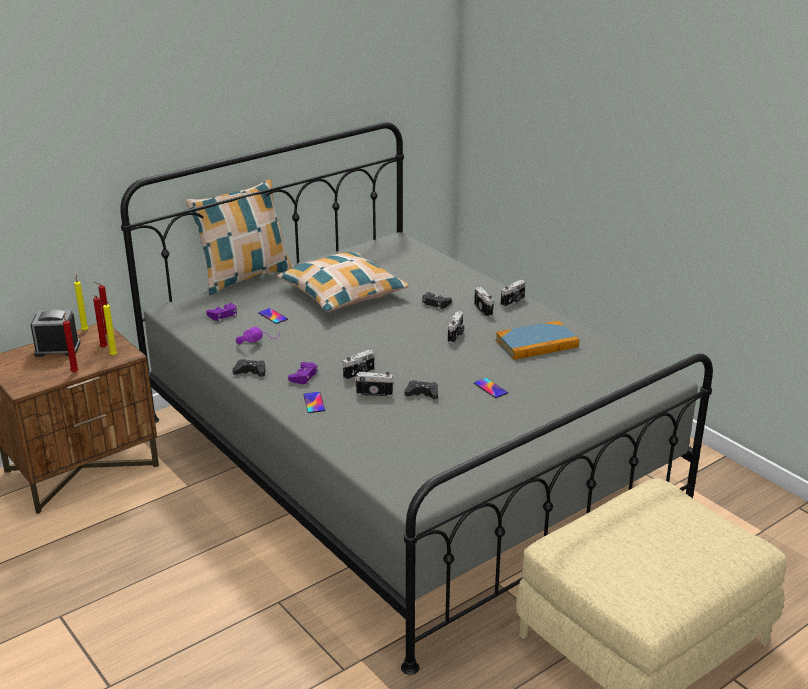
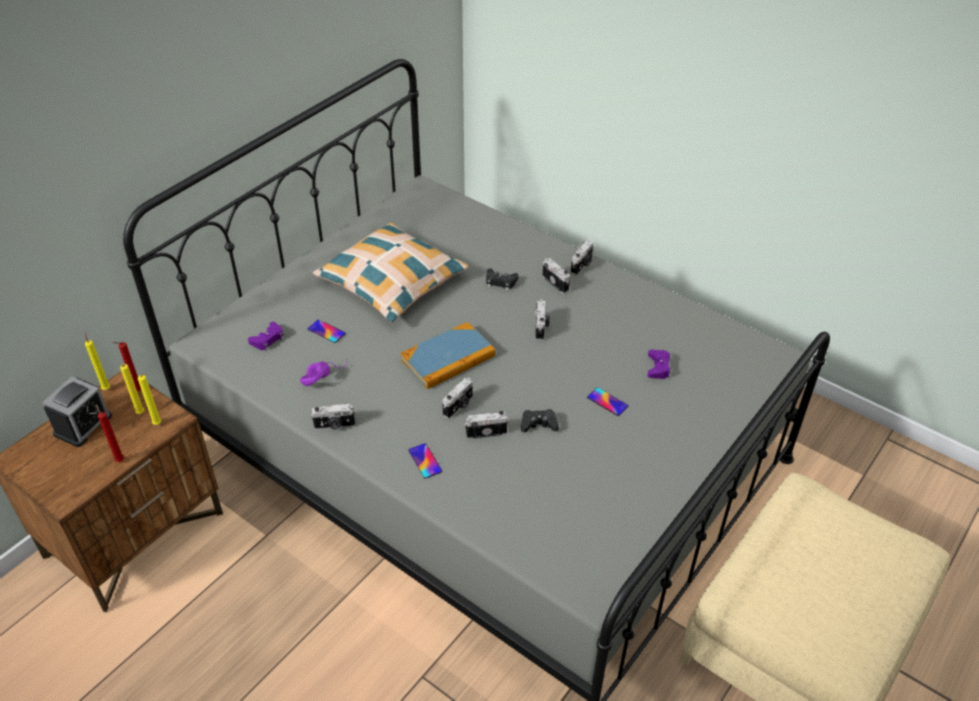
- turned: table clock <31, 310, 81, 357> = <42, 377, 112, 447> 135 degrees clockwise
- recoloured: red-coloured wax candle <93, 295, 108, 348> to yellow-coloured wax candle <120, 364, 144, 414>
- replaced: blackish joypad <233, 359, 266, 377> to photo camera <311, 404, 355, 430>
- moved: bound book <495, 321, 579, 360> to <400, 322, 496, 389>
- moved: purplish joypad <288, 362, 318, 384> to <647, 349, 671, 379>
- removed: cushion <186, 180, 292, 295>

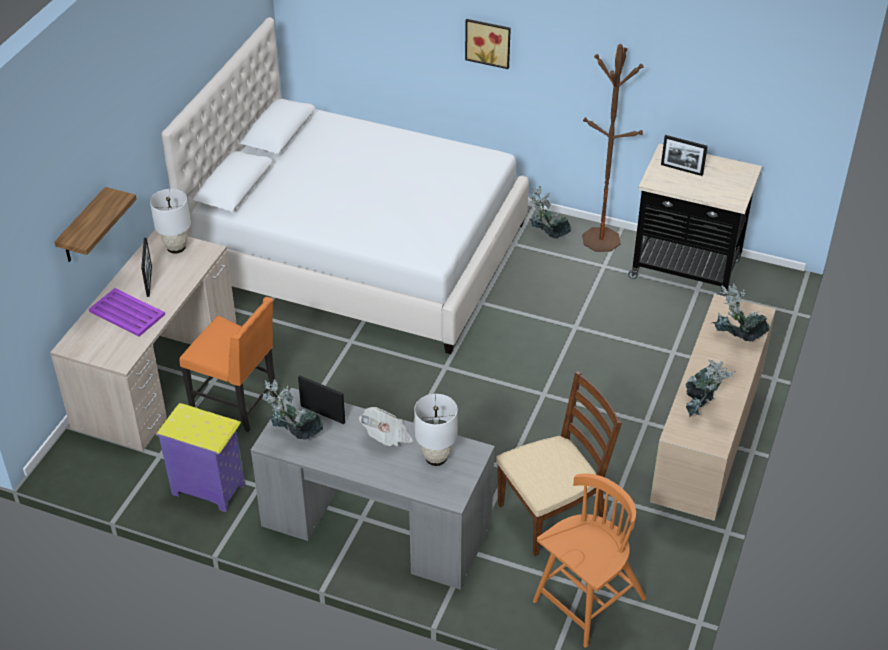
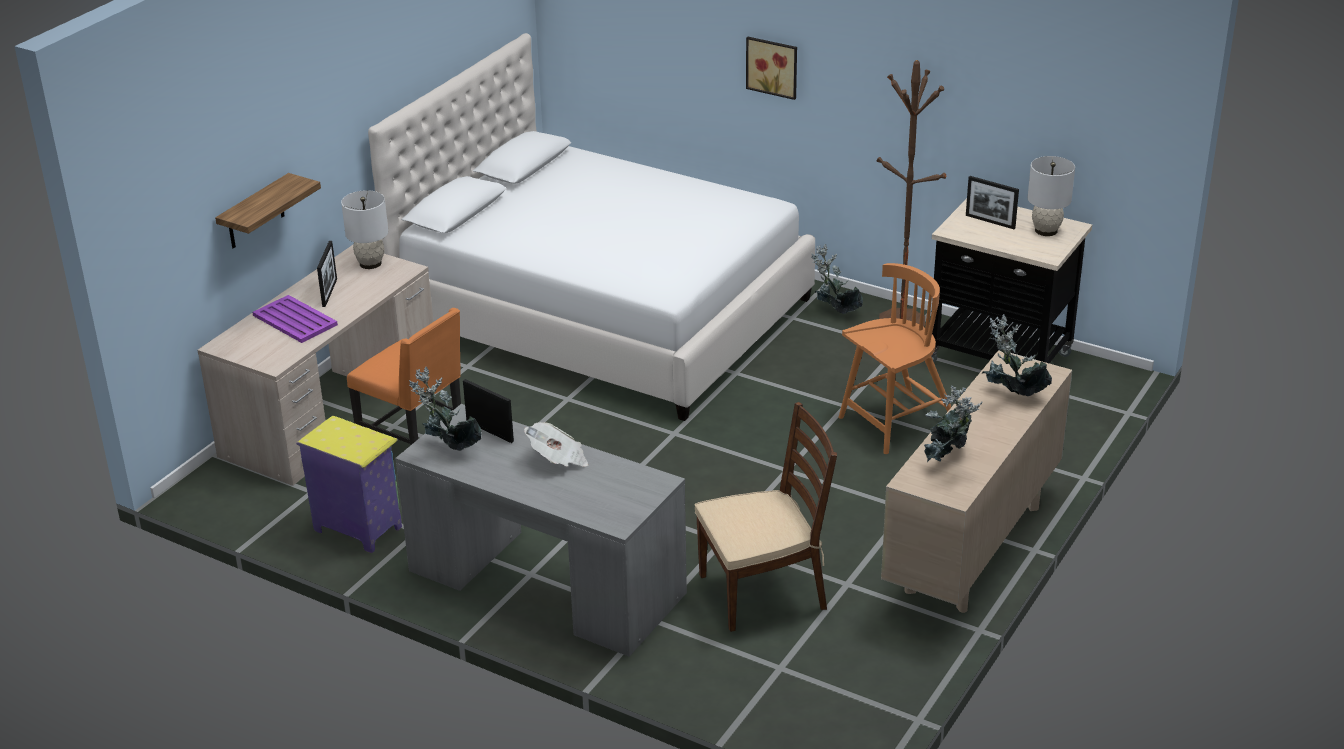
- moved: orange chair <533, 474, 646, 648> to <838, 263, 951, 454>
- moved: white lamp for a table <414, 394, 458, 466> to <1028, 156, 1075, 236>

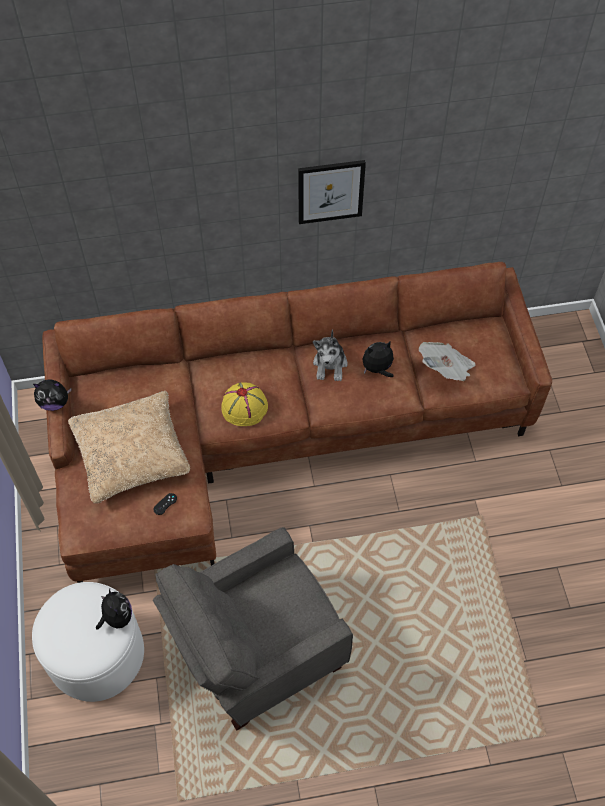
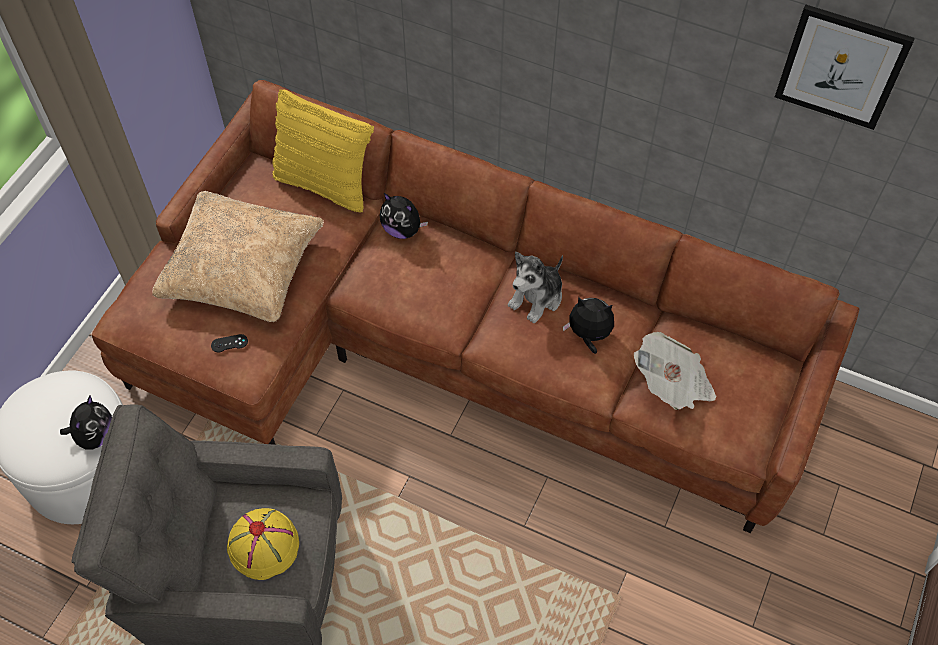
- moved: yellow-coloured clothing hat <221, 382, 268, 426> to <227, 508, 299, 580>
- added: yellow-coloured cushion <272, 89, 374, 213>
- moved: plush toy <33, 379, 71, 411> to <380, 193, 428, 239>
- moved: picture <298, 160, 366, 224> to <775, 4, 915, 130>

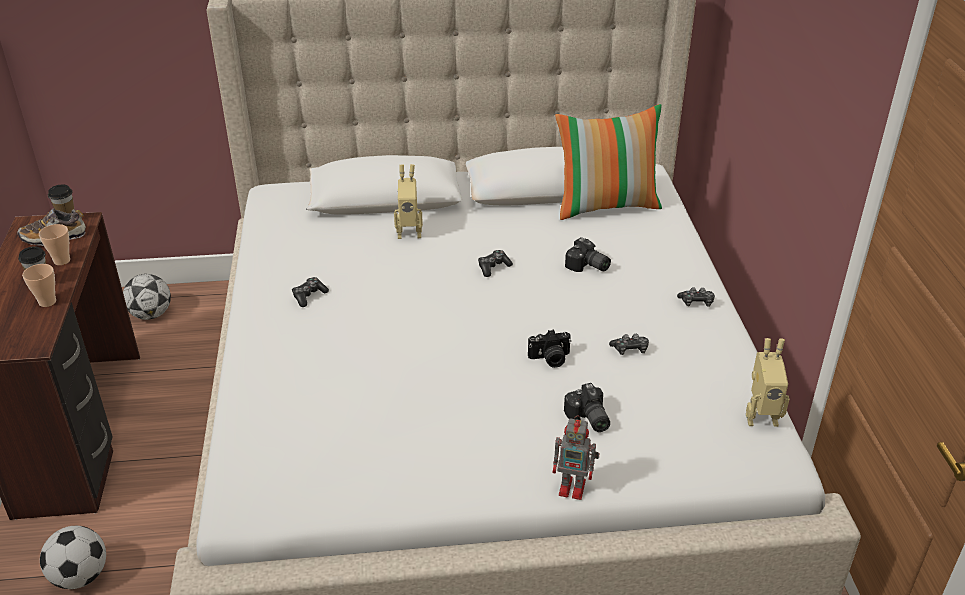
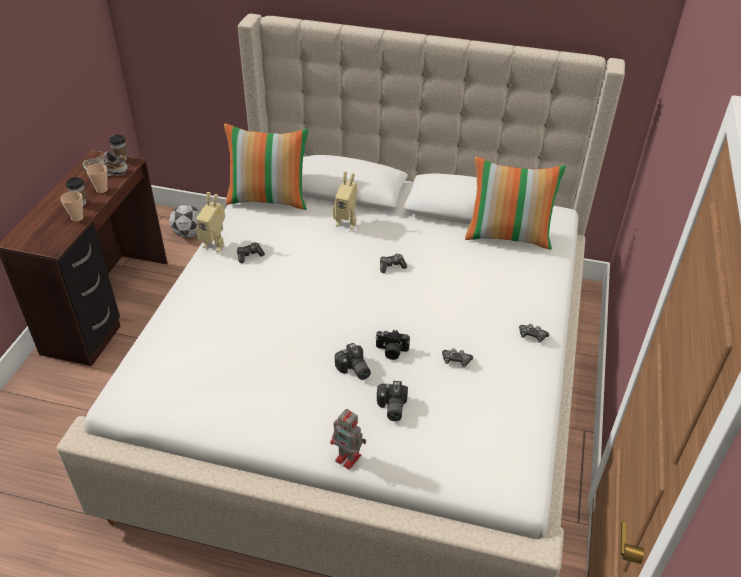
- moved: robot figure <746, 338, 789, 427> to <196, 192, 225, 252>
- added: cushion <224, 124, 309, 210>
- moved: photo camera <565, 237, 611, 272> to <335, 343, 371, 380>
- removed: ball for football <40, 526, 106, 589>

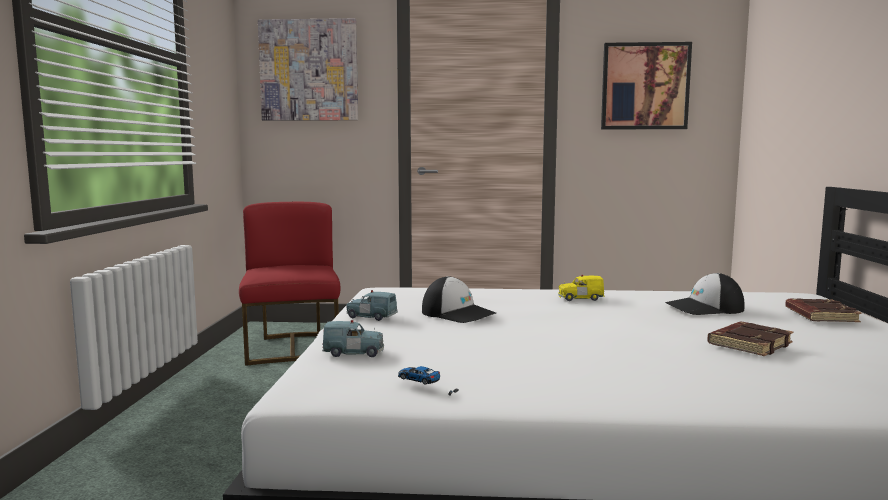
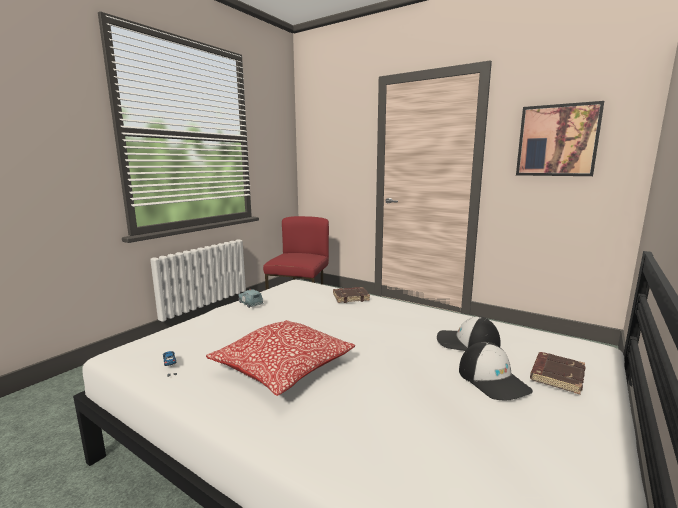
- added: cushion <206, 320, 355, 396>
- moved: brown bound book <707, 322, 793, 356> to <333, 287, 370, 303>
- moved: baseball cap <422, 276, 496, 323> to <459, 342, 533, 400>
- removed: picture <258, 18, 358, 121>
- removed: blue-coloured miniature car <322, 320, 384, 357>
- removed: yellow-coloured miniature car <558, 274, 605, 301>

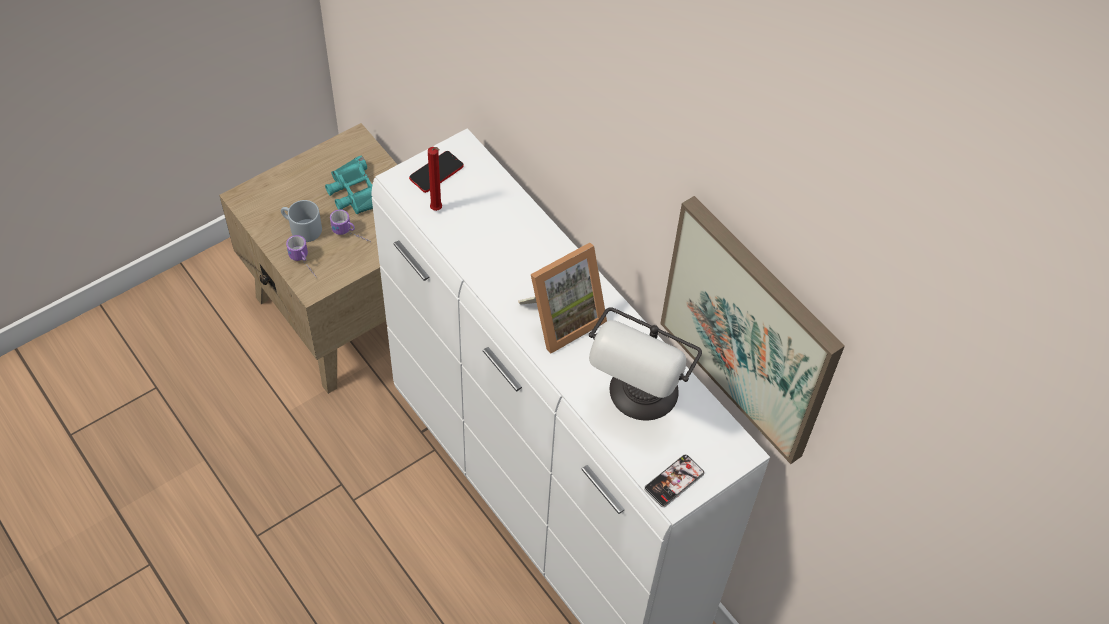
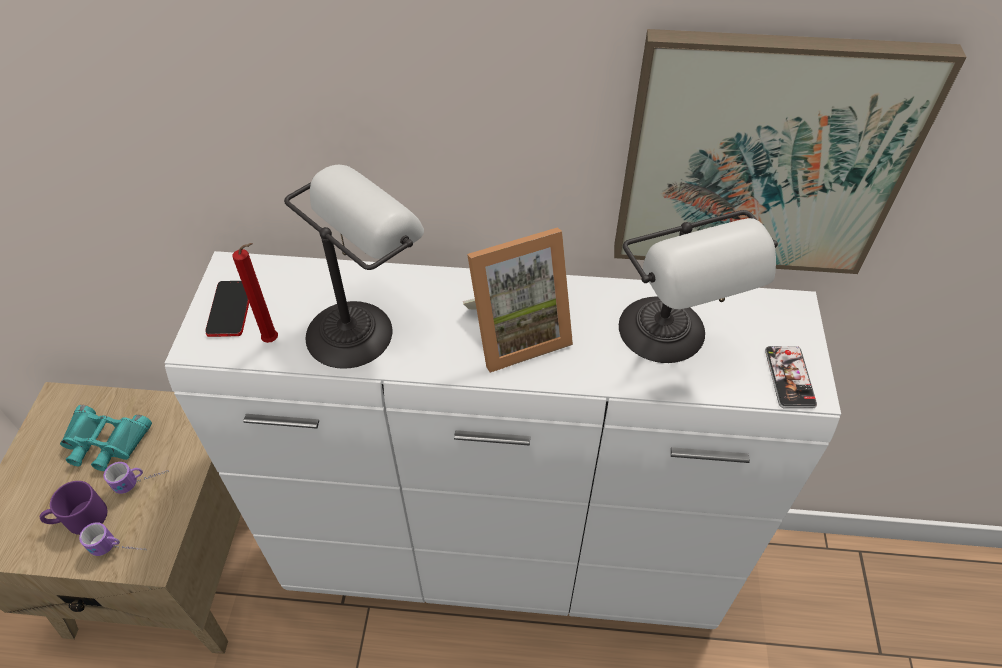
- recoloured: grey tea mug <281, 200, 322, 242> to purplish tea mug <40, 481, 107, 535>
- added: lamp for a table <284, 165, 424, 369>
- turned: picture frame <518, 243, 607, 353> = <463, 227, 573, 373> 60 degrees clockwise

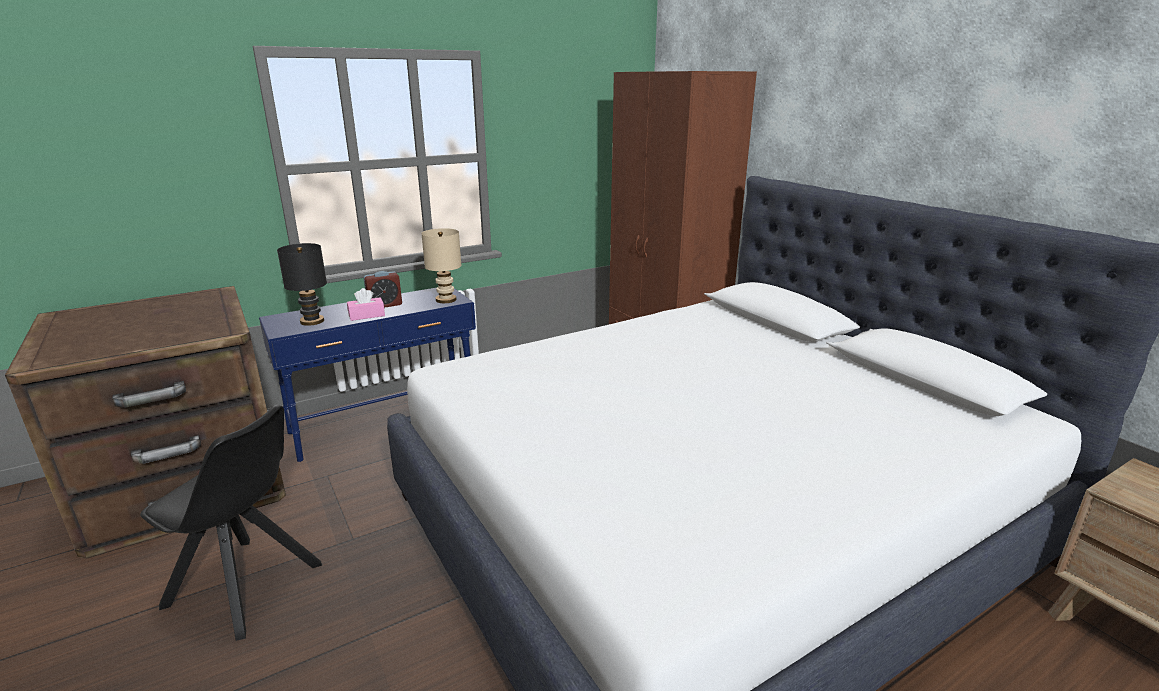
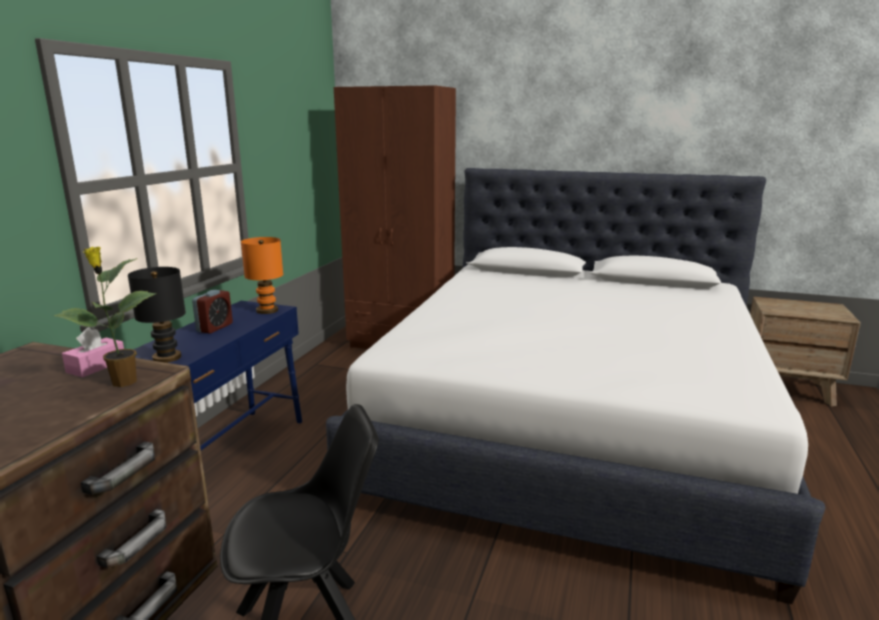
- added: plant in a pot <53, 247, 156, 387>
- moved: pinkish tissue box <347, 288, 385, 321> to <62, 327, 124, 377>
- recoloured: beige-coloured lamp for a table <421, 228, 461, 303> to orange lamp for a table <241, 237, 283, 314>

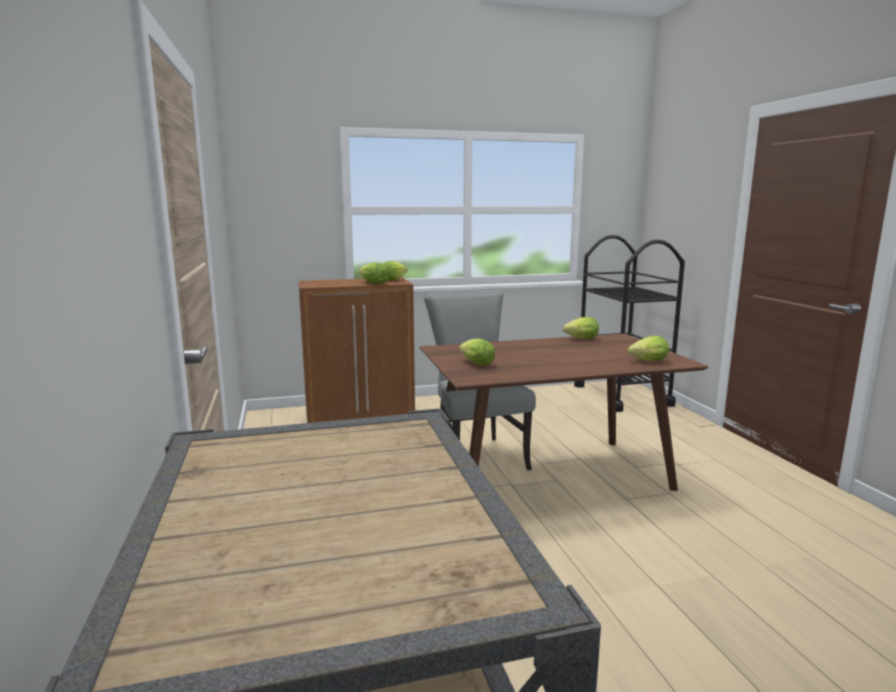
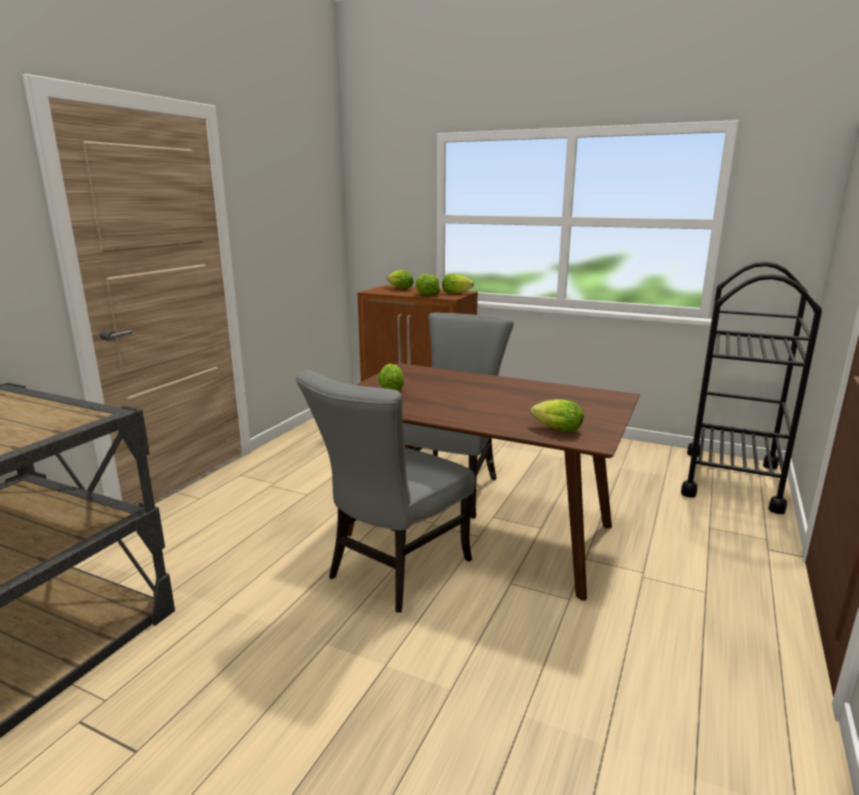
- added: grey chair <295, 370, 476, 612>
- moved: lettuce <563, 317, 599, 339> to <387, 270, 413, 289>

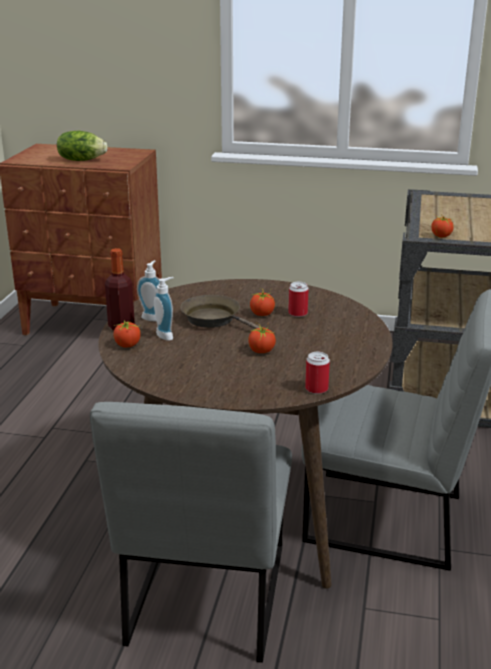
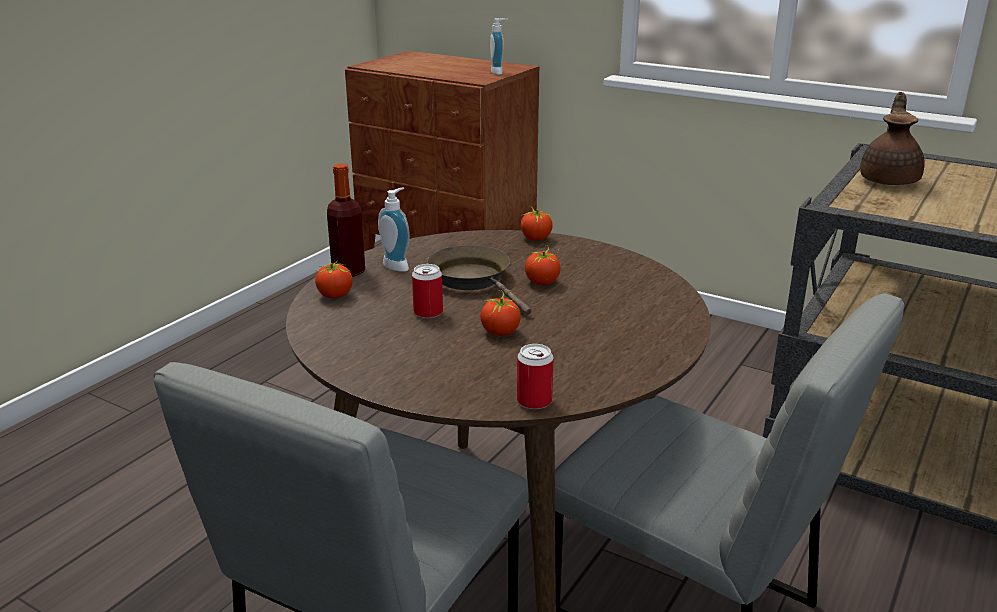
- moved: sealed can <288, 282, 309, 317> to <412, 264, 443, 318>
- moved: liquid soap bottle <154, 277, 174, 341> to <490, 18, 508, 75>
- moved: tomato <431, 215, 454, 238> to <520, 206, 553, 240>
- added: brown teapot <860, 92, 925, 185>
- removed: lettuce <57, 131, 108, 161>

